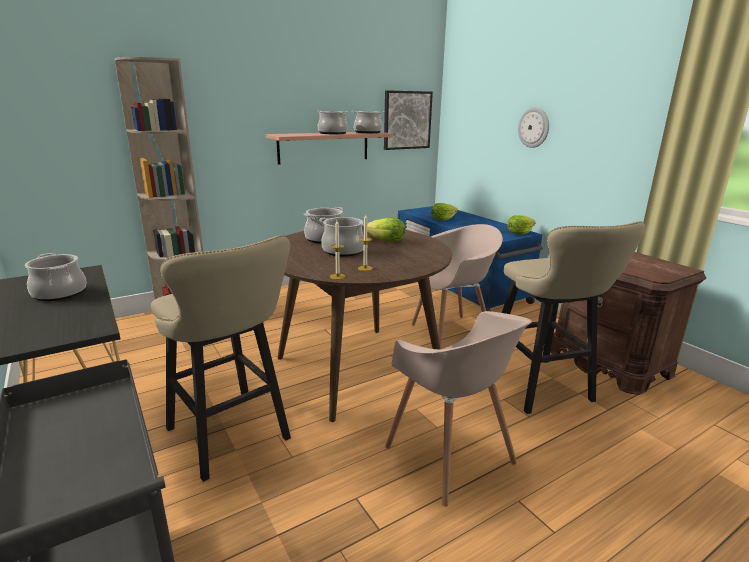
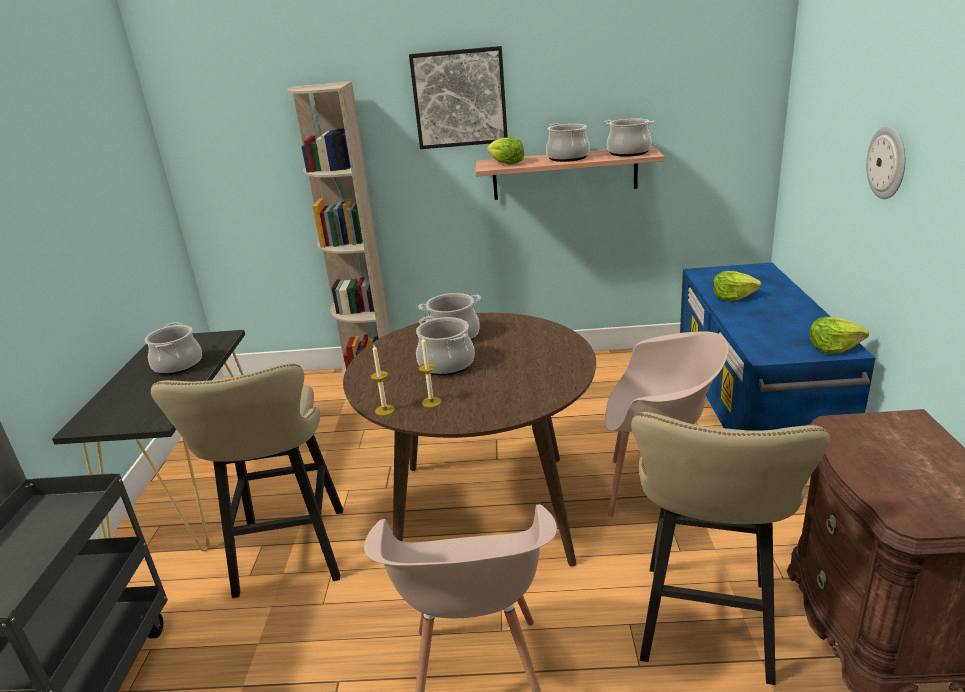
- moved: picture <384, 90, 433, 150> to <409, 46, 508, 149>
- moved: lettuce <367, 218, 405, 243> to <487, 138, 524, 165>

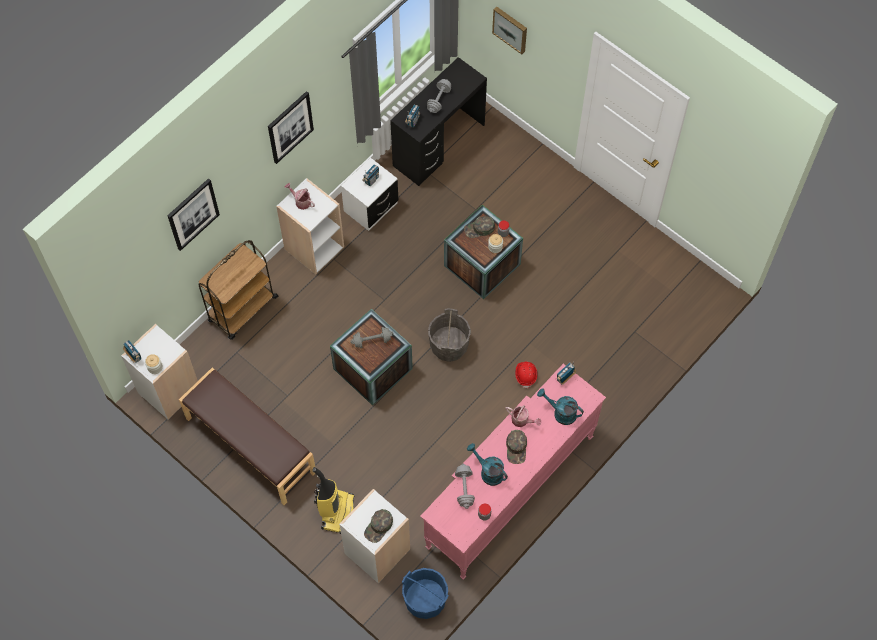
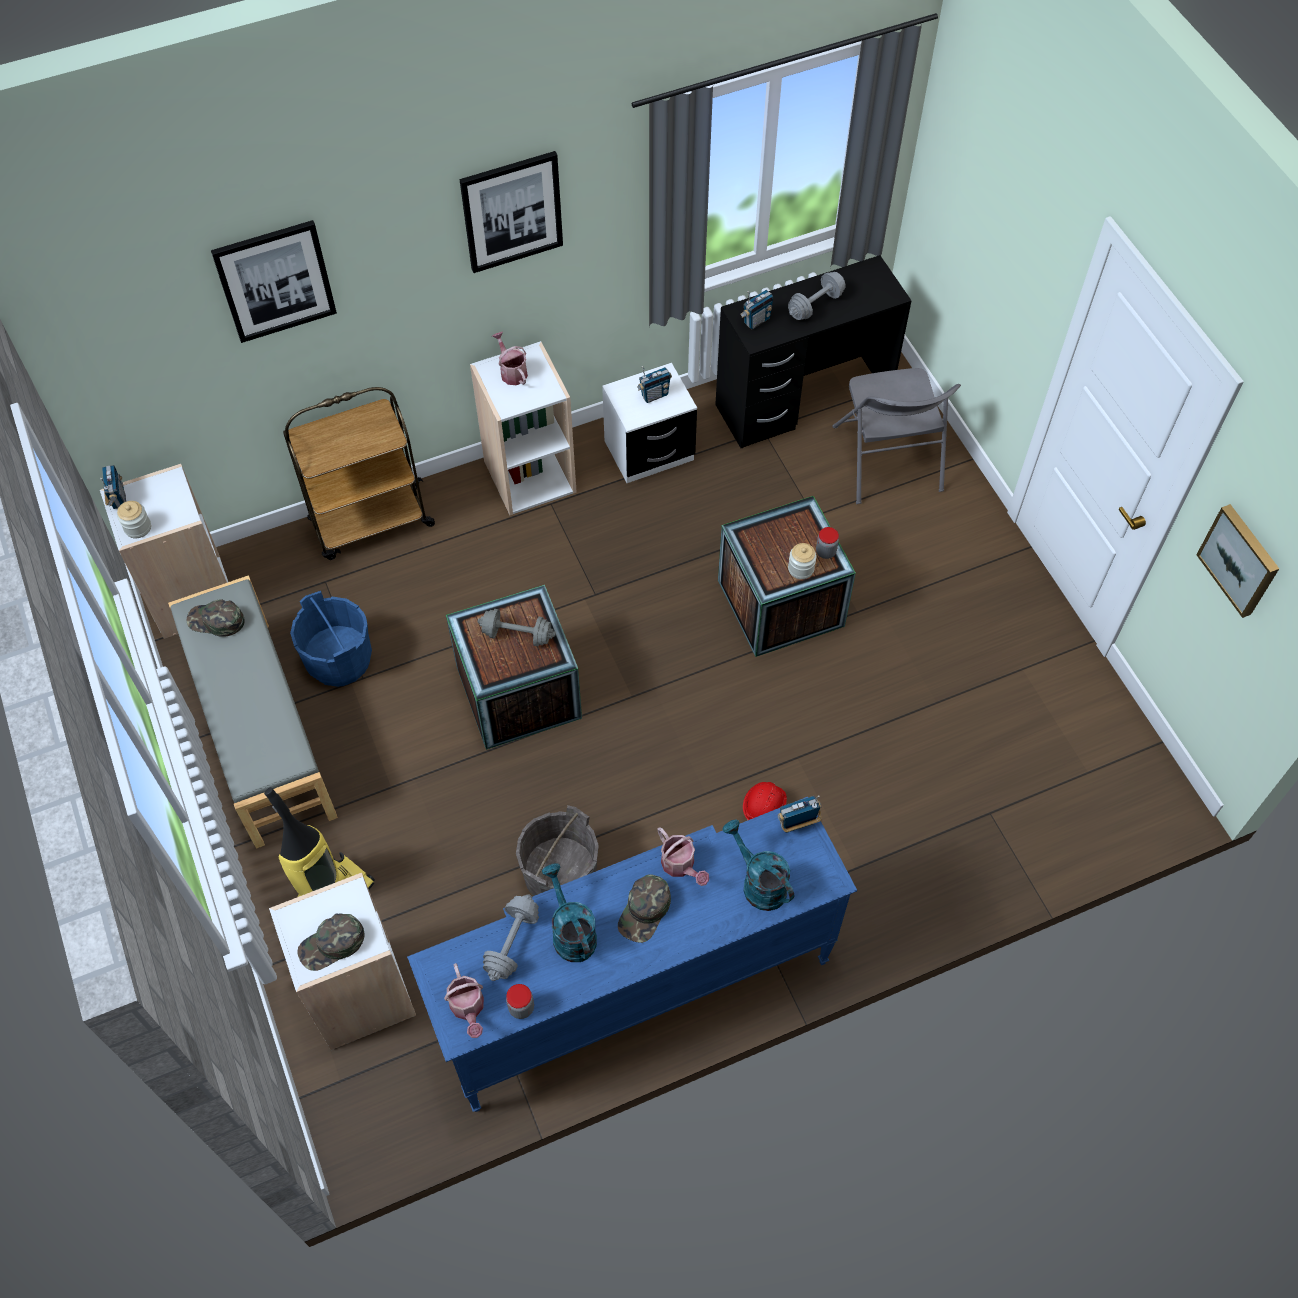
- recoloured: brown long seat <179, 367, 315, 505> to grey long seat <168, 575, 338, 849>
- moved: green baseball cap <464, 216, 495, 238> to <186, 599, 245, 637>
- moved: blue-coloured pail <402, 568, 449, 619> to <290, 591, 372, 687>
- recoloured: pinkish cabinet <420, 364, 606, 580> to blue-coloured cabinet <407, 797, 858, 1112>
- added: watering pot <444, 963, 484, 1038>
- moved: grey pail <428, 308, 471, 362> to <516, 805, 599, 896>
- added: grey chair <832, 368, 961, 504>
- moved: picture <492, 7, 527, 54> to <1196, 504, 1279, 618>

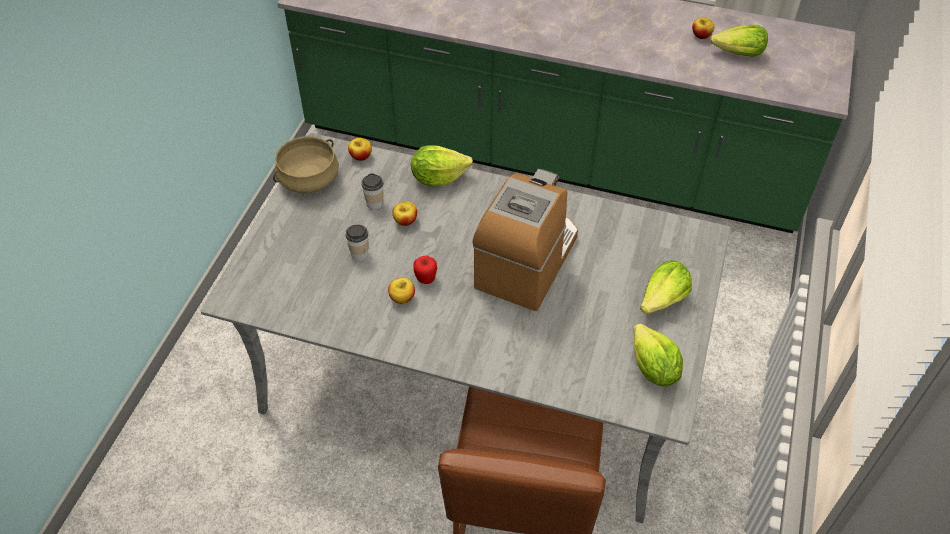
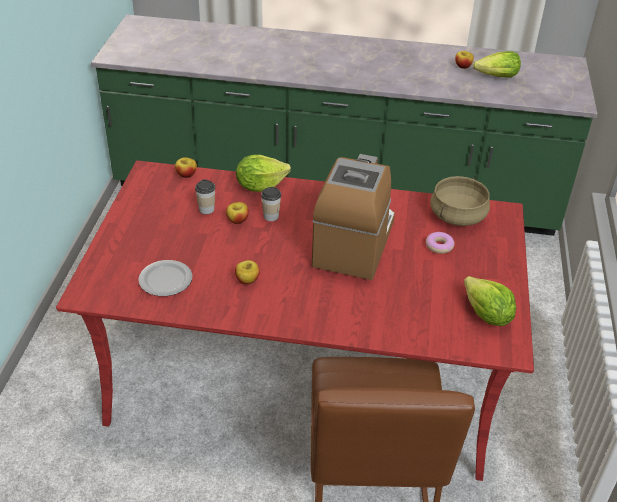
- recoloured: grey dinner table <200, 133, 731, 523> to red-coloured dinner table <56, 160, 534, 481>
- added: plate <138, 260, 193, 296>
- moved: cup <345, 224, 369, 261> to <261, 187, 281, 221>
- added: doughnut <426, 232, 454, 254>
- moved: beige-coloured stockpot <273, 136, 339, 193> to <430, 176, 490, 226>
- removed: whole apple <414, 255, 437, 284>
- removed: lettuce <640, 260, 692, 314>

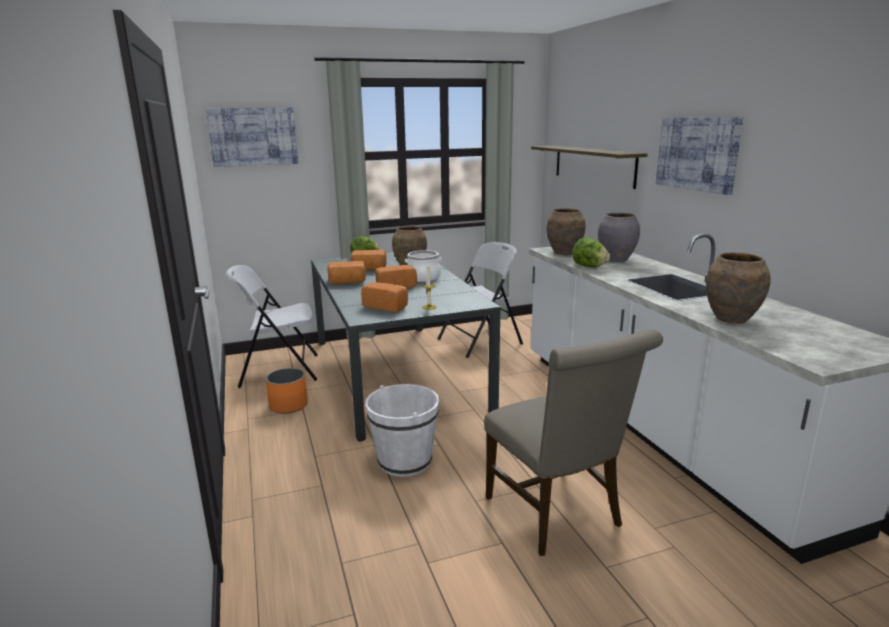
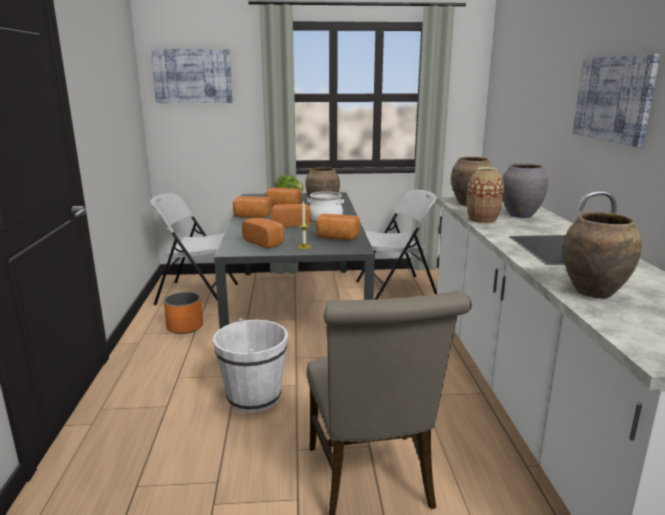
- added: baked bread <316, 214, 360, 240>
- replaced: lettuce <572, 237, 610, 267> to vase <467, 167, 504, 224>
- removed: wall shelf <531, 146, 648, 189>

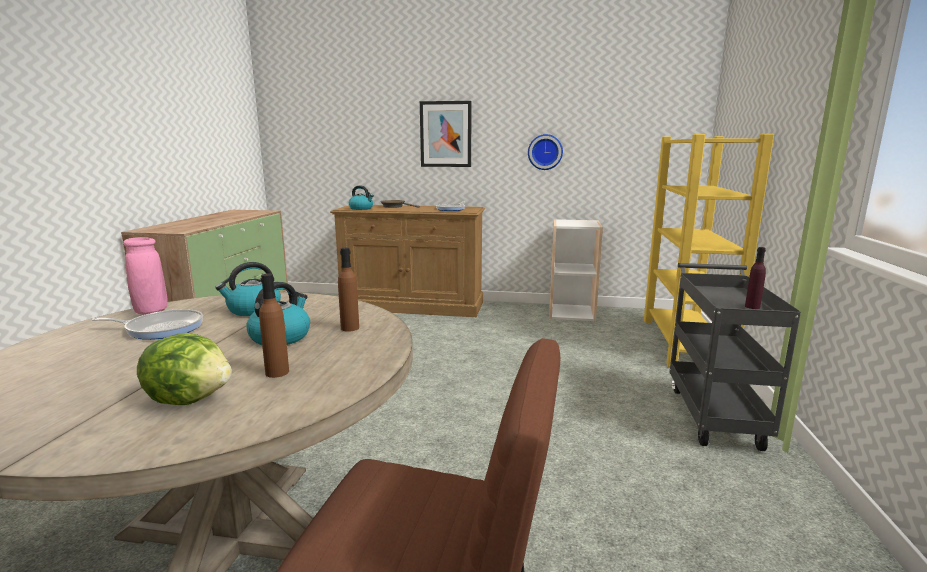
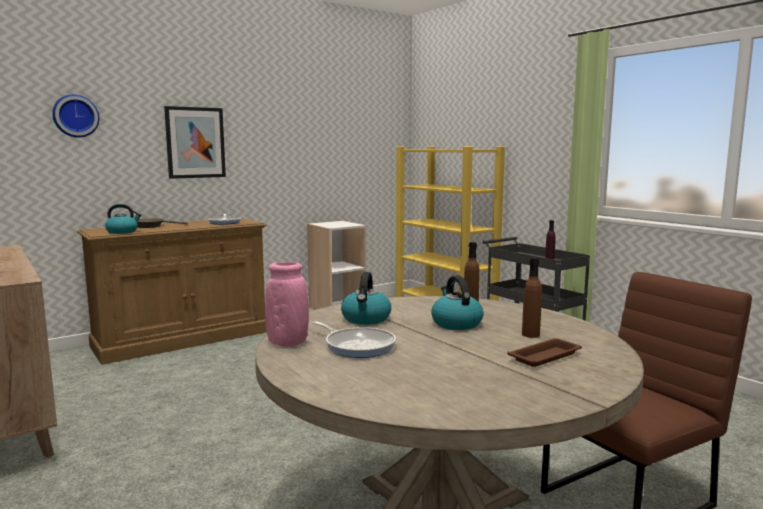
- moved: hanging clock <528, 134, 563, 170> to <52, 94, 100, 138>
- turned: frying pan <92, 309, 203, 340> = <312, 321, 396, 358> 90 degrees clockwise
- replaced: lettuce <137, 333, 232, 405> to brown serving tray <508, 338, 582, 367>

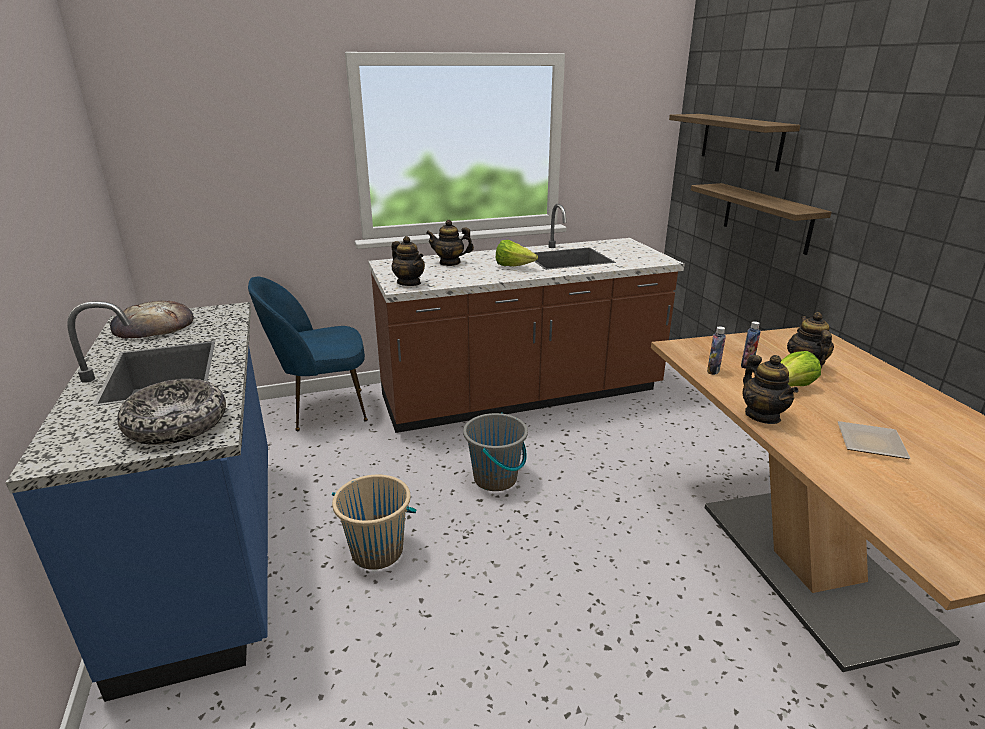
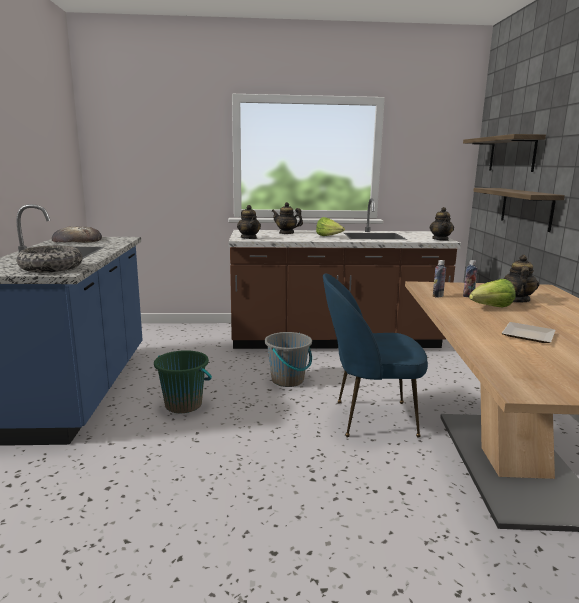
- recoloured: beige-coloured pail <332, 475, 416, 570> to green pail <154, 350, 212, 413>
- moved: blue-coloured chair <248, 277, 368, 431> to <323, 273, 428, 438>
- moved: teapot <742, 355, 799, 424> to <429, 207, 454, 241>

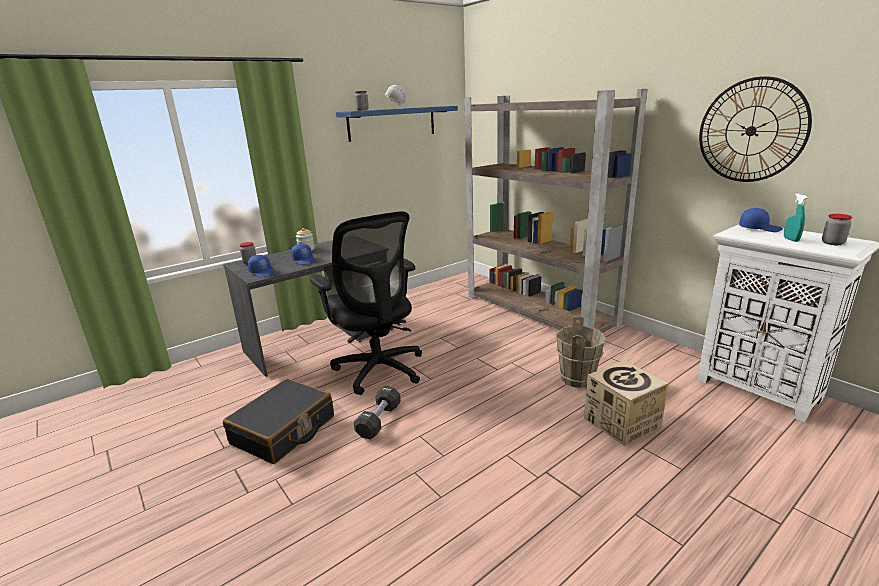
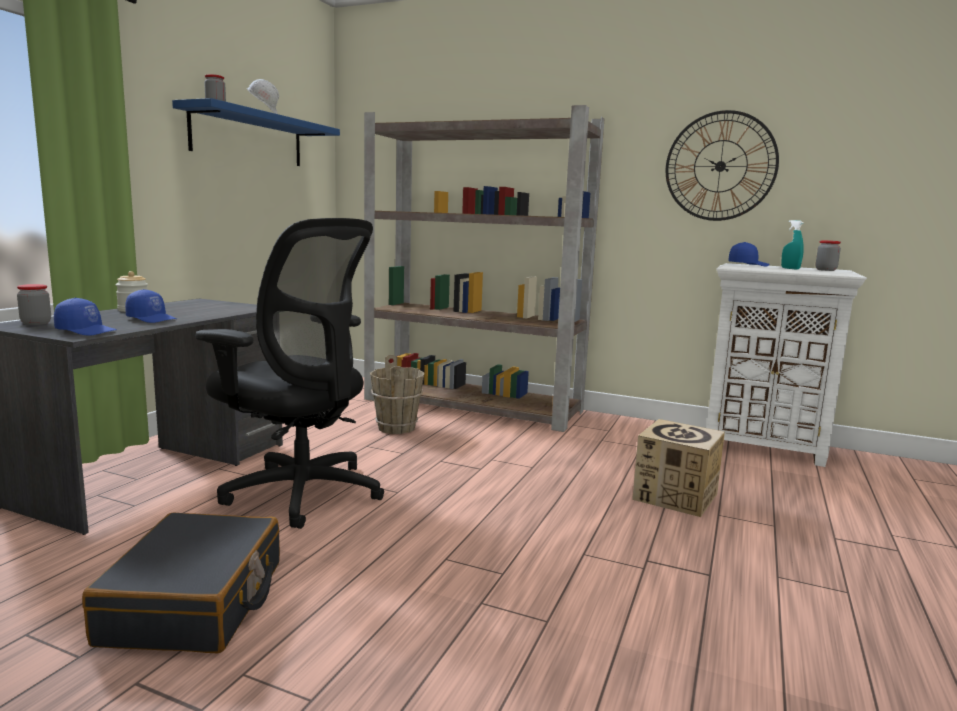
- moved: brown pail <557, 316, 606, 388> to <370, 355, 425, 434>
- removed: blackish dumbbell <354, 386, 401, 439>

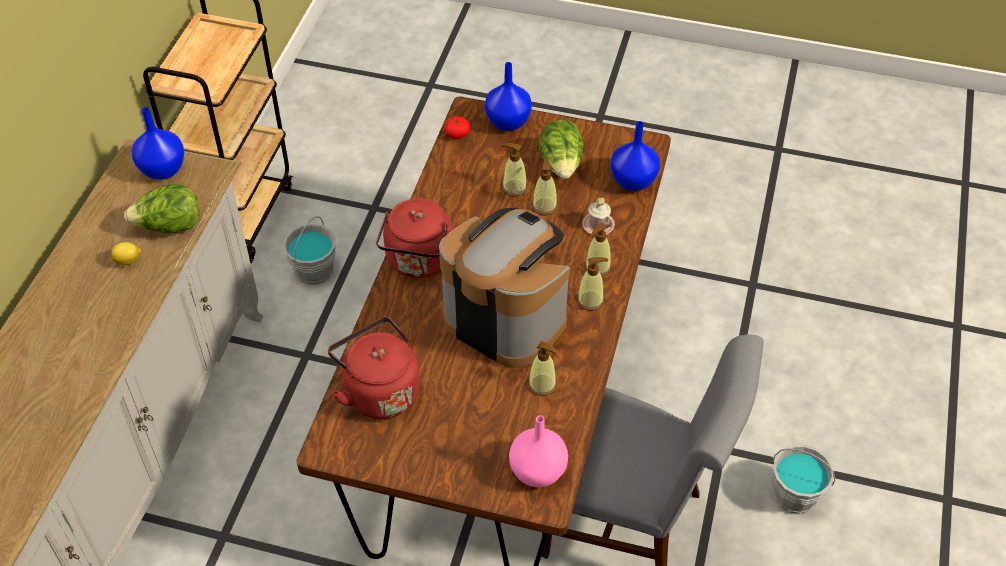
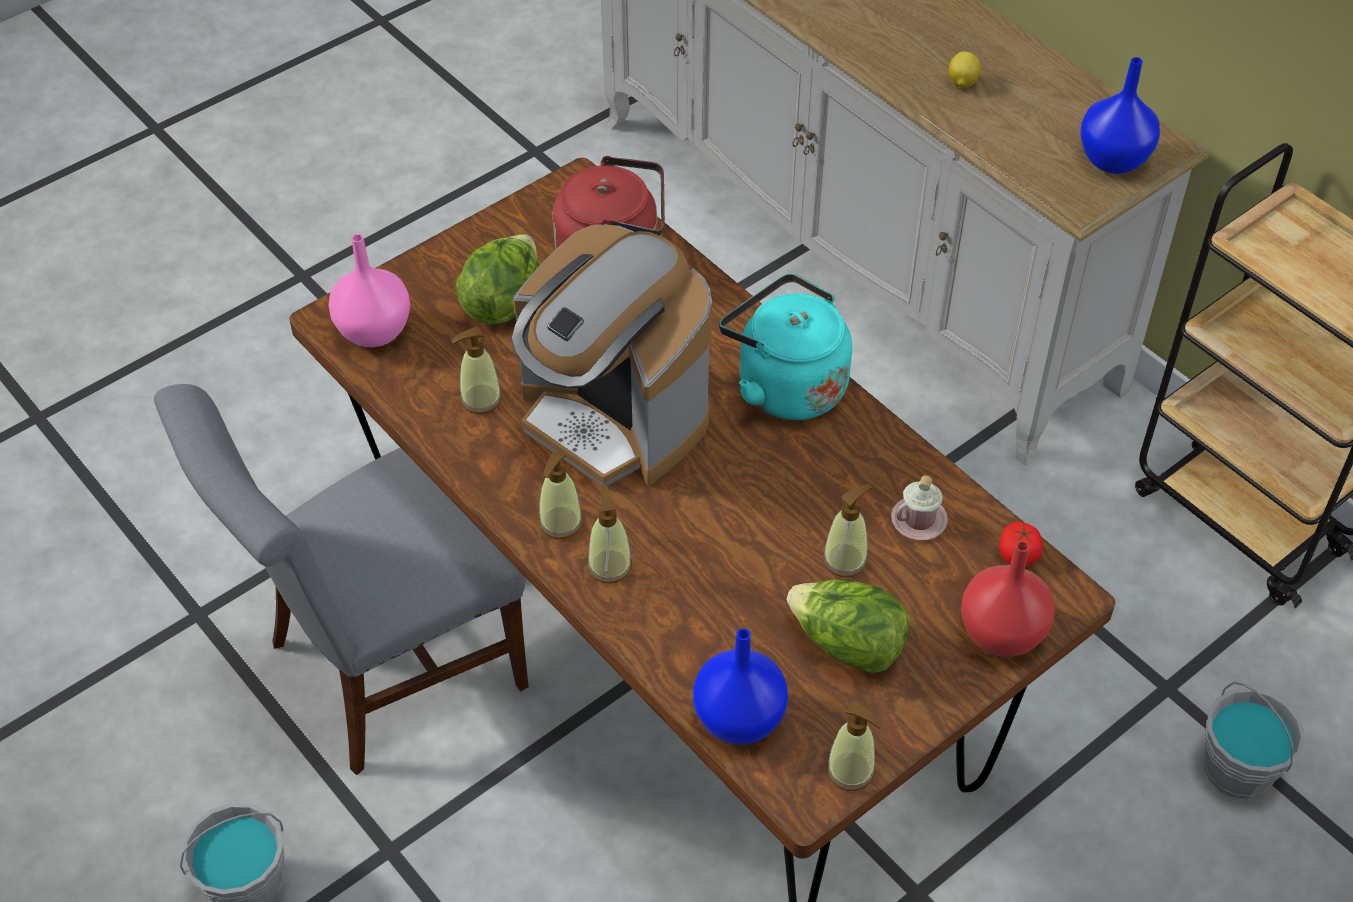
- moved: lettuce <124, 184, 199, 234> to <456, 234, 539, 324>
- turned: coffee maker <439, 208, 570, 367> = <512, 225, 712, 486> 60 degrees clockwise
- recoloured: red-coloured water kettle <376, 198, 453, 278> to turquoise water kettle <719, 274, 852, 420>
- moved: liquid soap bottle <532, 157, 557, 216> to <827, 701, 883, 791>
- moved: pinkish tea mug <582, 198, 615, 235> to <891, 475, 948, 540>
- recoloured: blue-coloured vase <485, 62, 532, 131> to red-coloured vase <961, 541, 1055, 657>
- moved: grey pail <283, 216, 336, 285> to <1204, 681, 1306, 799>

